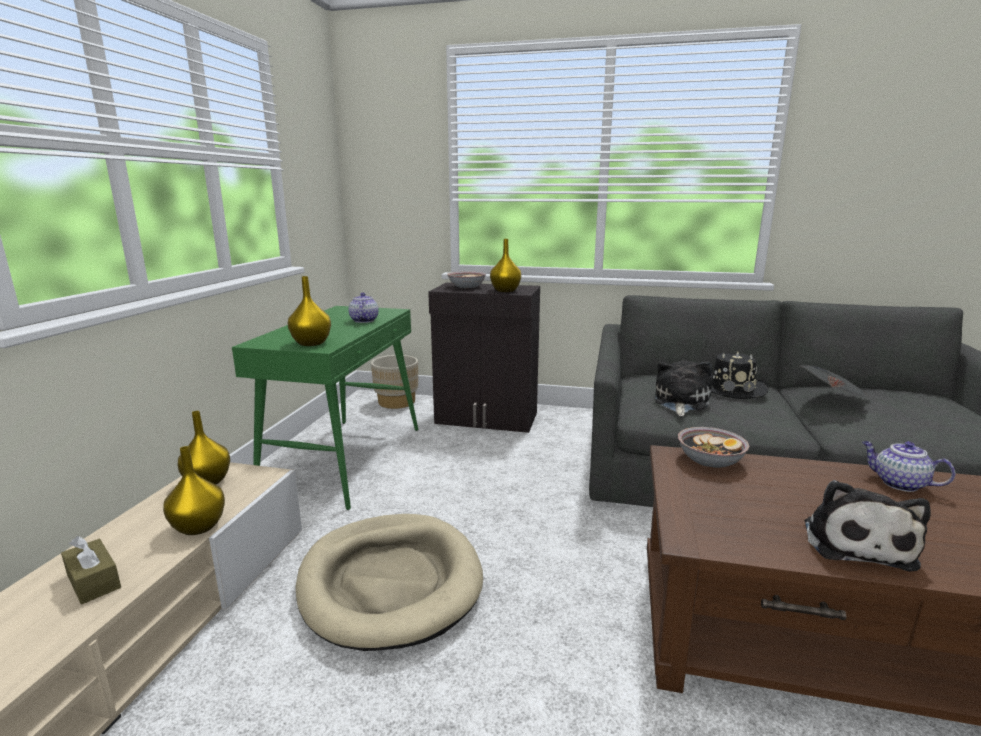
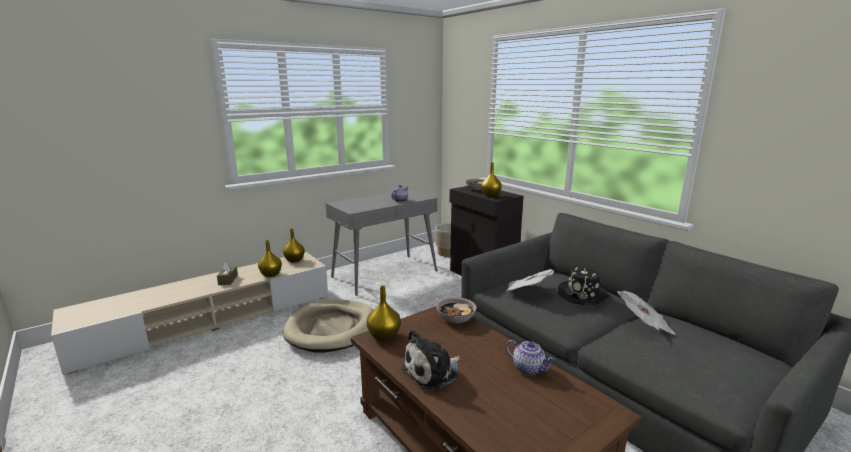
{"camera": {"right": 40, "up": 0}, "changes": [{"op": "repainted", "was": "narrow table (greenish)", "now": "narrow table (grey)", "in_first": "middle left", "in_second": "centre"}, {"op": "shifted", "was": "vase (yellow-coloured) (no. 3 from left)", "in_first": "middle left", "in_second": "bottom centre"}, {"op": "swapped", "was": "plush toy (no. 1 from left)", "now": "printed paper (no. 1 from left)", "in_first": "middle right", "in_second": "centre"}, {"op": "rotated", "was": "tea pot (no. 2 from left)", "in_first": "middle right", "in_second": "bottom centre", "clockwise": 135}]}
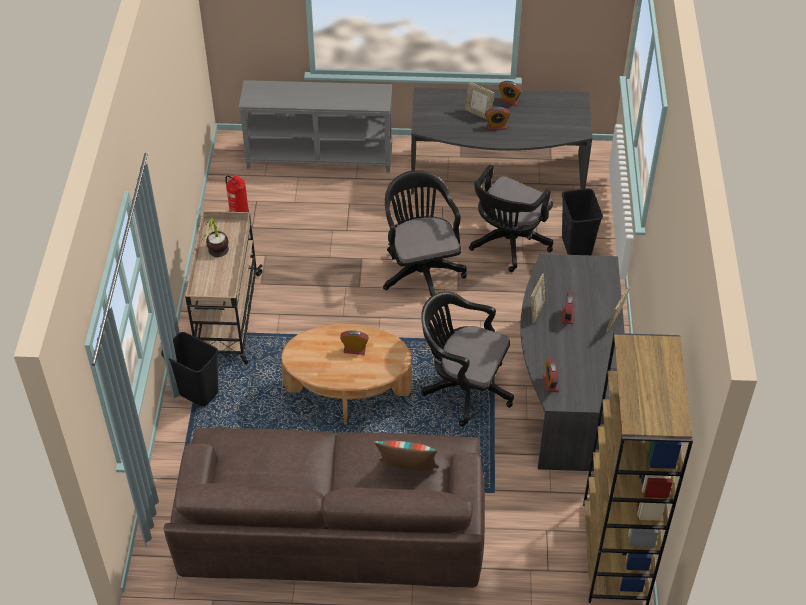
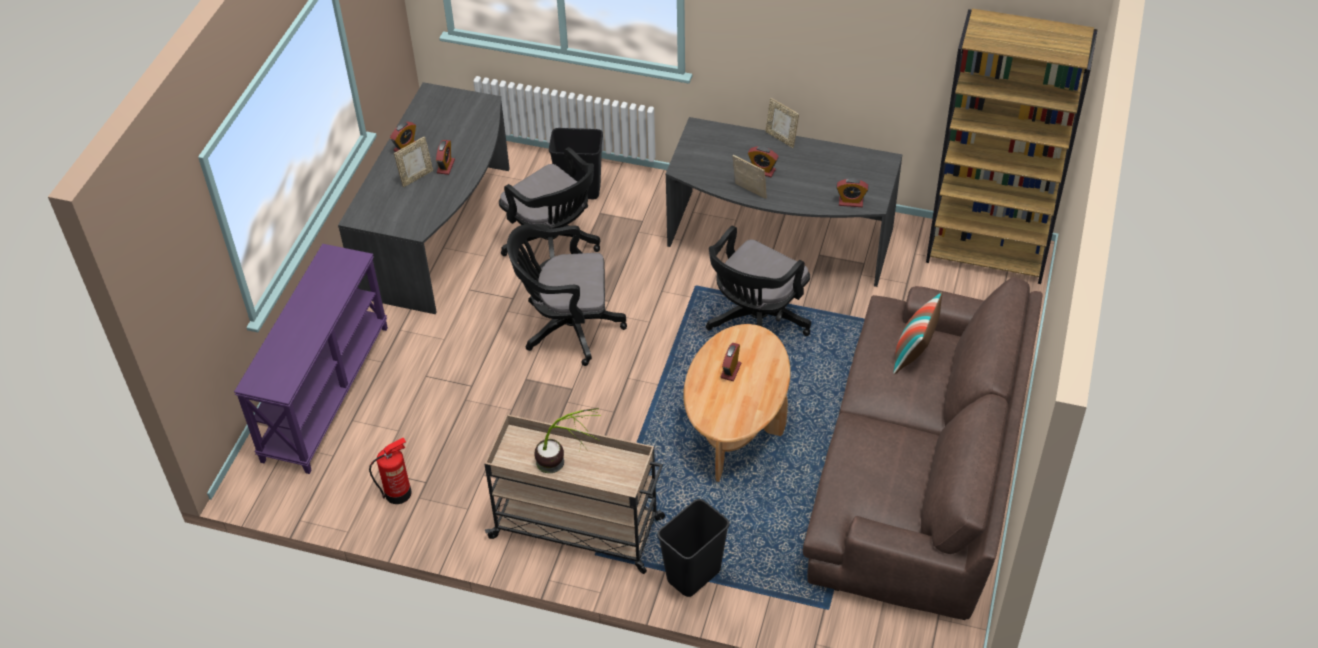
{"camera": {"right": -75, "up": 0}, "changes": [{"op": "repainted", "was": "narrow table (grey)", "now": "narrow table (purple-coloured)", "in_first": "top centre", "in_second": "middle left"}]}
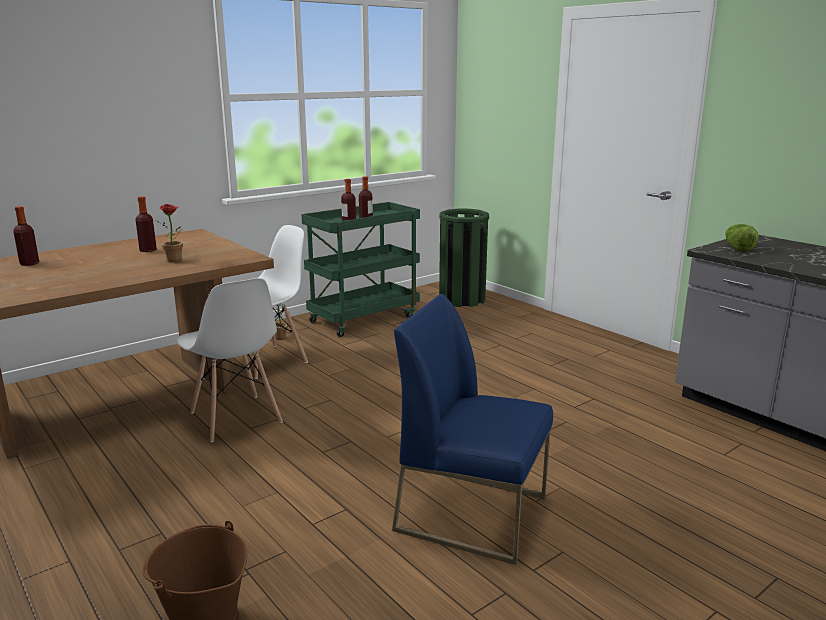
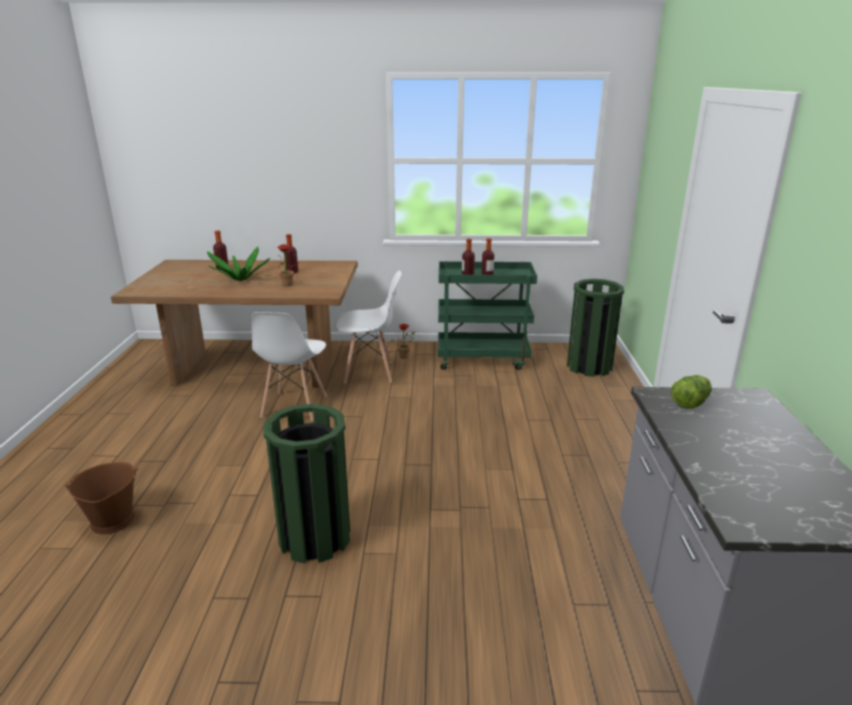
{"camera": {"right": 40, "up": 5}, "changes": [{"op": "swapped", "was": "upright chair (blue-coloured)", "now": "rubbish bin (greenish) (no. 1 from left)", "in_first": "bottom centre", "in_second": "bottom centre"}, {"op": "new", "now": "potted plant (no. 1 from left)", "in_second": "middle left"}]}
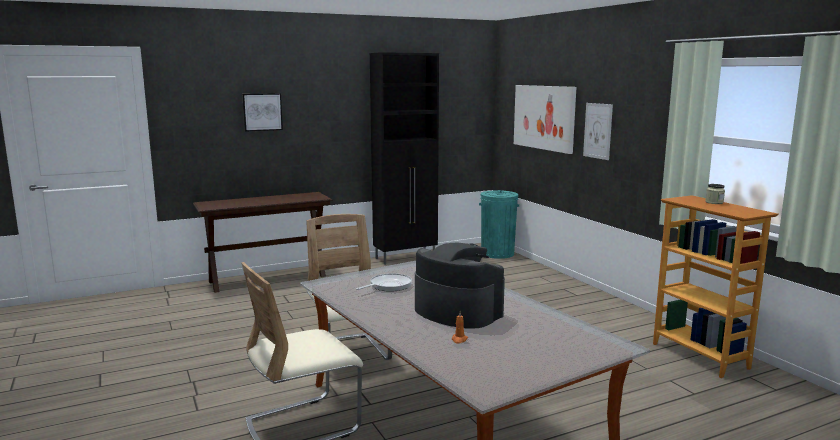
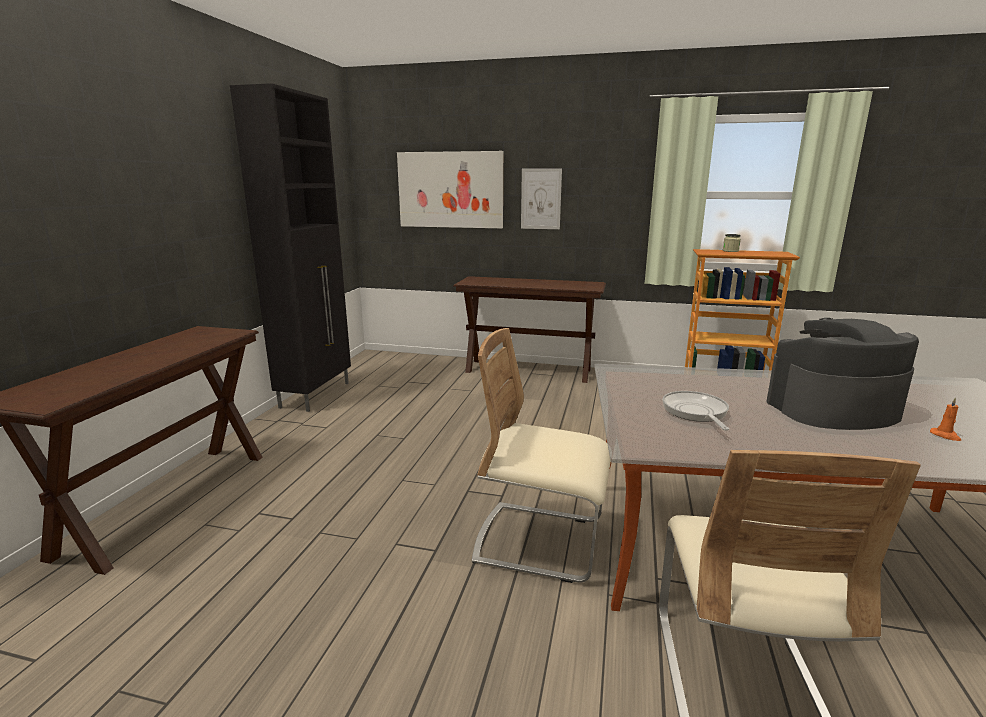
{"camera": {"right": -50, "up": 5}, "changes": [{"op": "gone", "was": "wall art (no. 1 from left)", "in_first": "top left"}, {"op": "gone", "was": "rubbish bin (turquoise-coloured)", "in_first": "centre"}, {"op": "new", "now": "narrow table (brownish) (no. 2 from left)", "in_second": "centre"}]}
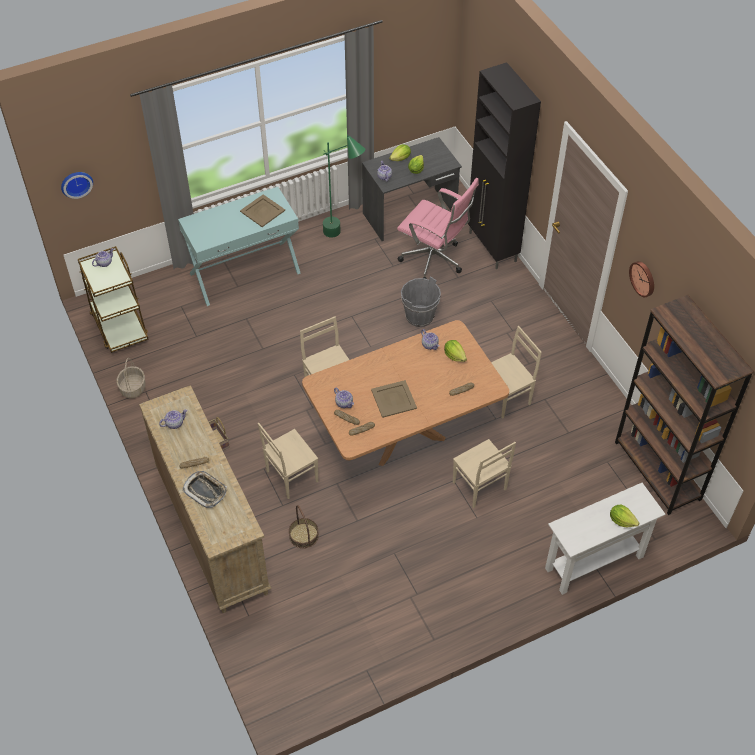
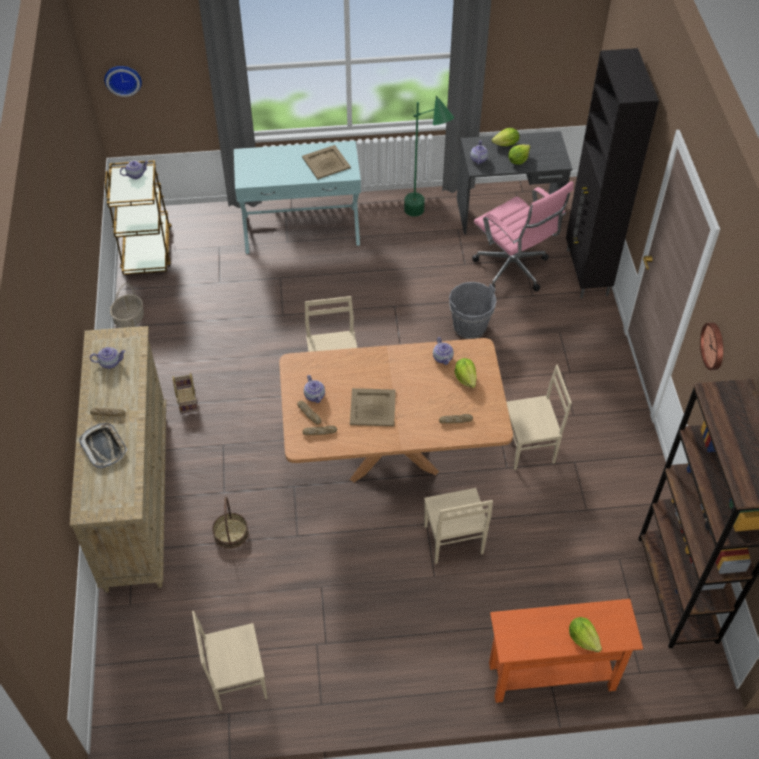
{"camera": {"right": 20, "up": 0}, "changes": [{"op": "shifted", "was": "upright chair (beige-coloured) (no. 1 from left)", "in_first": "centre", "in_second": "bottom left"}, {"op": "repainted", "was": "narrow table (white)", "now": "narrow table (orangey)", "in_first": "bottom right", "in_second": "bottom right"}]}
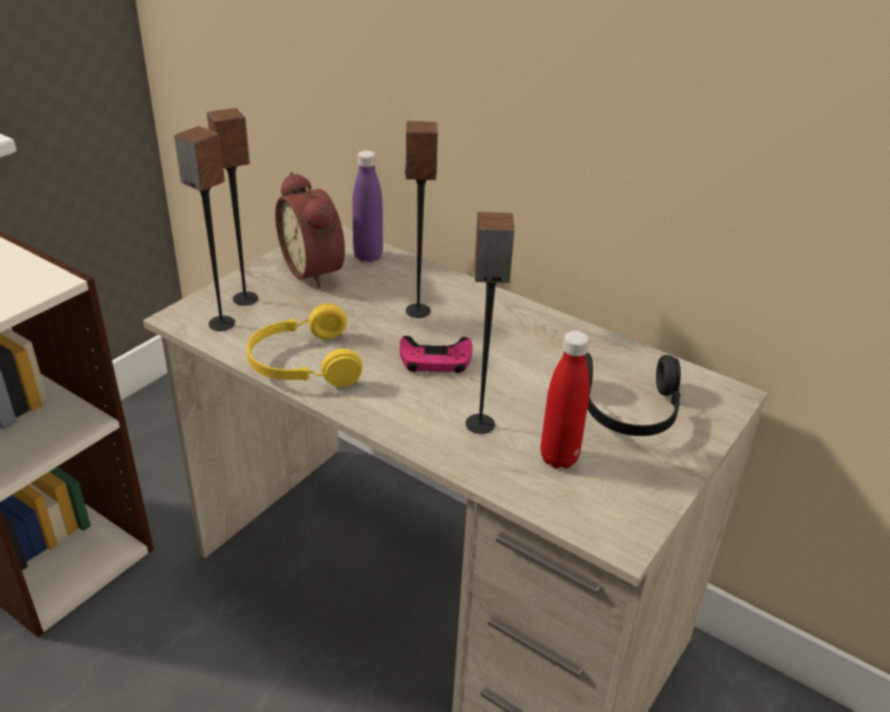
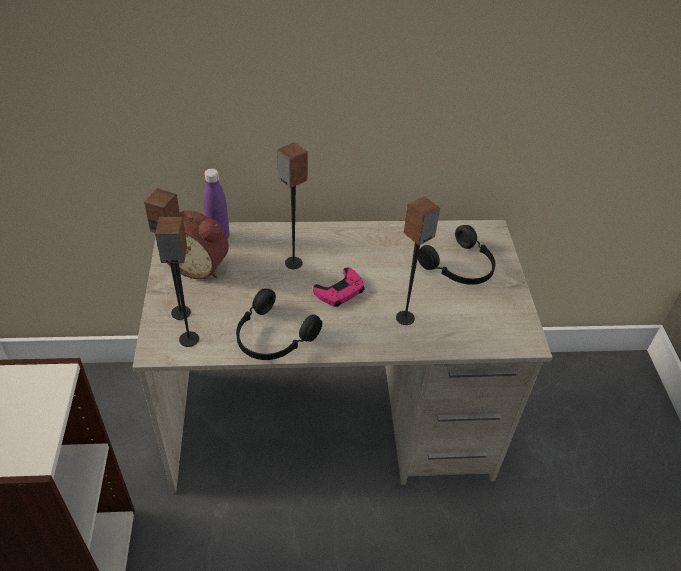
{"camera": {"right": -40, "up": 10}, "changes": [{"op": "repainted", "was": "headphones (yellow-coloured)", "now": "headphones (blackish) (no. 1 from left)", "in_first": "centre", "in_second": "centre"}, {"op": "gone", "was": "drink bottle (reddish)", "in_first": "centre"}]}
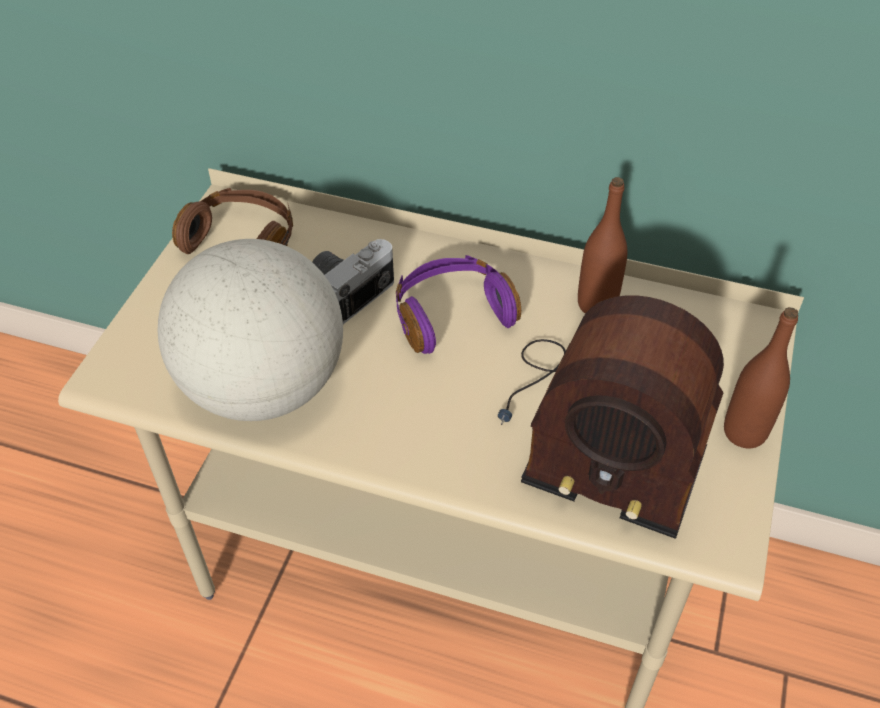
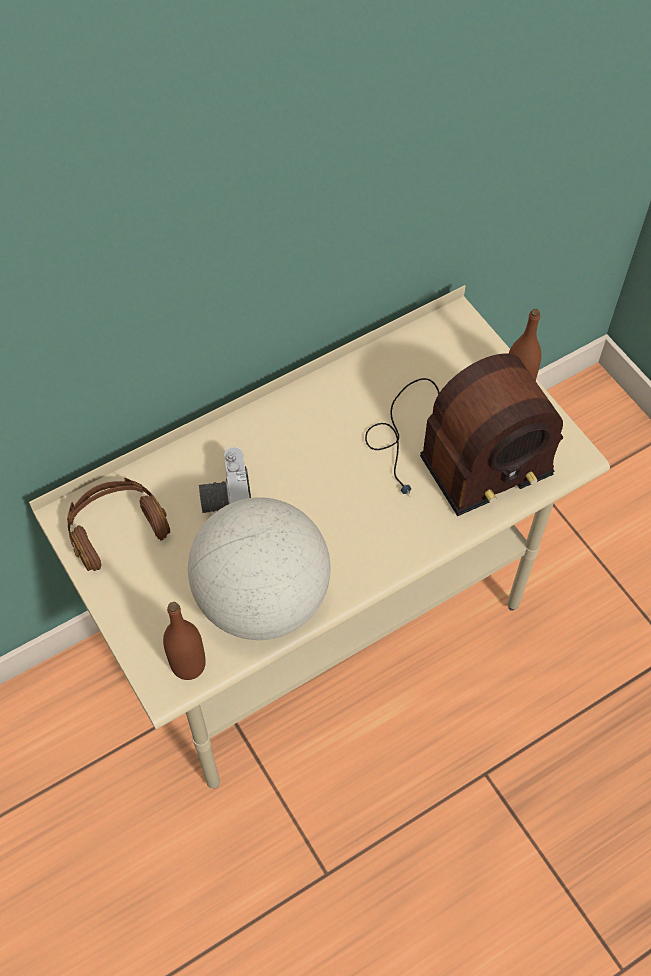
{"camera": {"right": -50, "up": 10}, "changes": [{"op": "gone", "was": "headphones (purple-coloured)", "in_first": "centre"}, {"op": "shifted", "was": "drink bottle (brownish) (no. 1 from left)", "in_first": "middle right", "in_second": "middle left"}]}
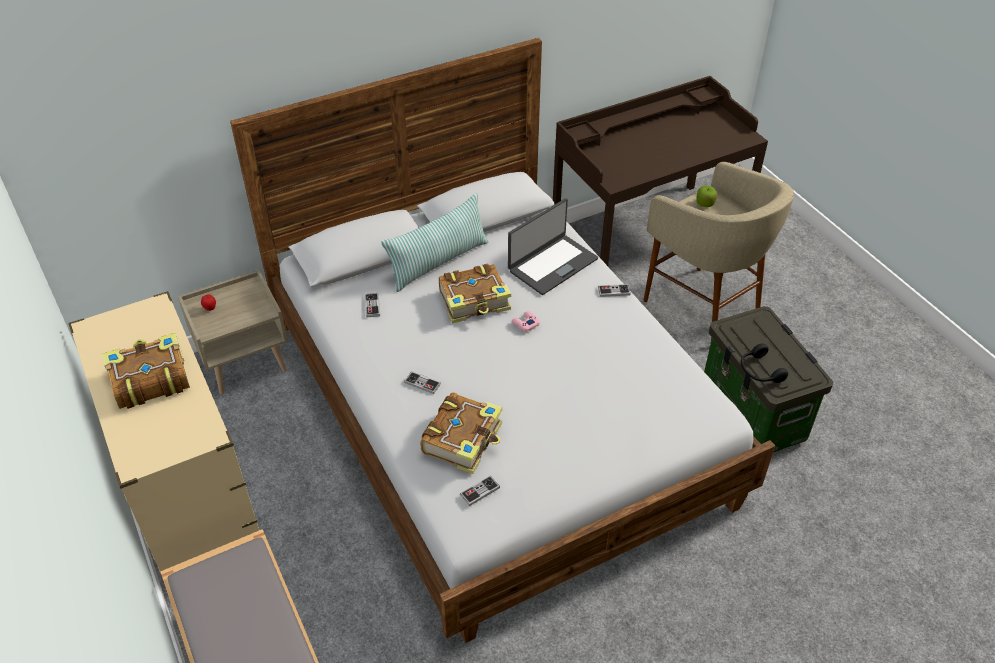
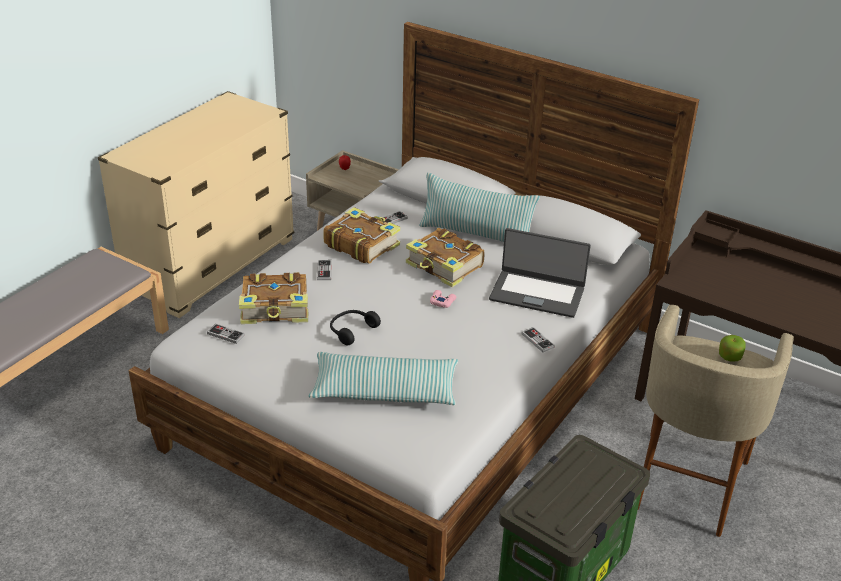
{"camera": {"right": 60, "up": -10}, "changes": [{"op": "shifted", "was": "bound book (no. 1 from left in the first image)", "now": "bound book (no. 2 from left)", "in_first": "middle left", "in_second": "centre"}, {"op": "shifted", "was": "headphones (blackish)", "in_first": "middle right", "in_second": "centre"}, {"op": "new", "now": "throw pillow (no. 1 from left)", "in_second": "centre"}]}
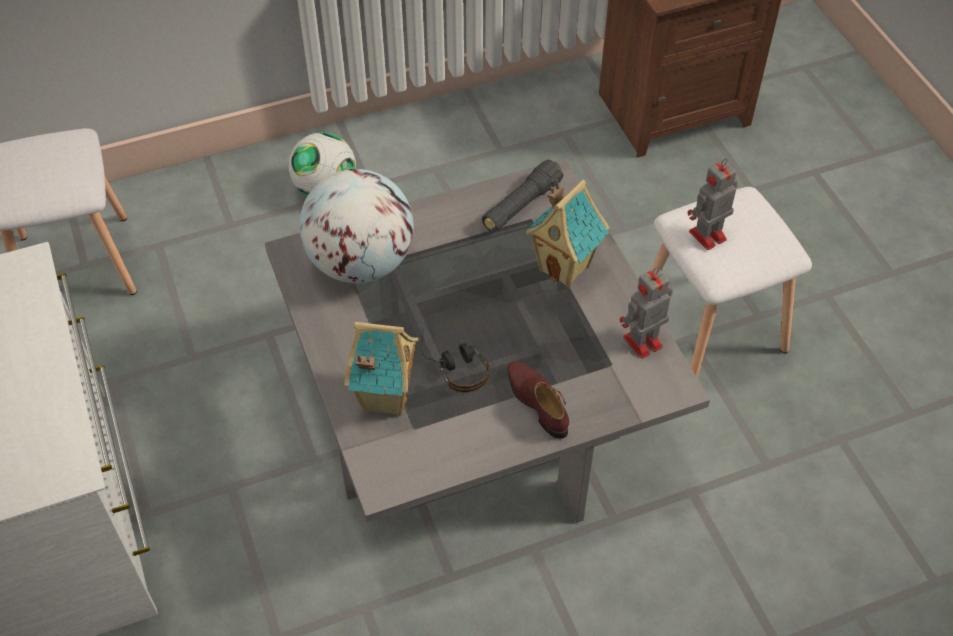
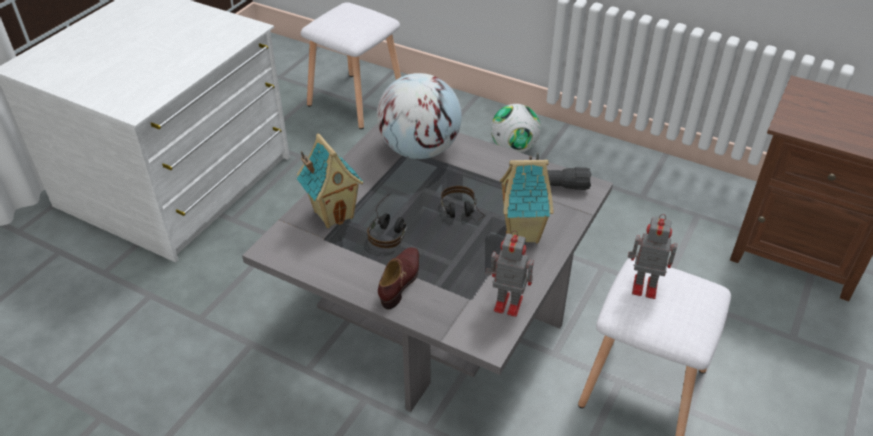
{"camera": {"right": 50, "up": -10}, "changes": [{"op": "new", "now": "headphones (no. 2 from left)", "in_second": "centre"}]}
